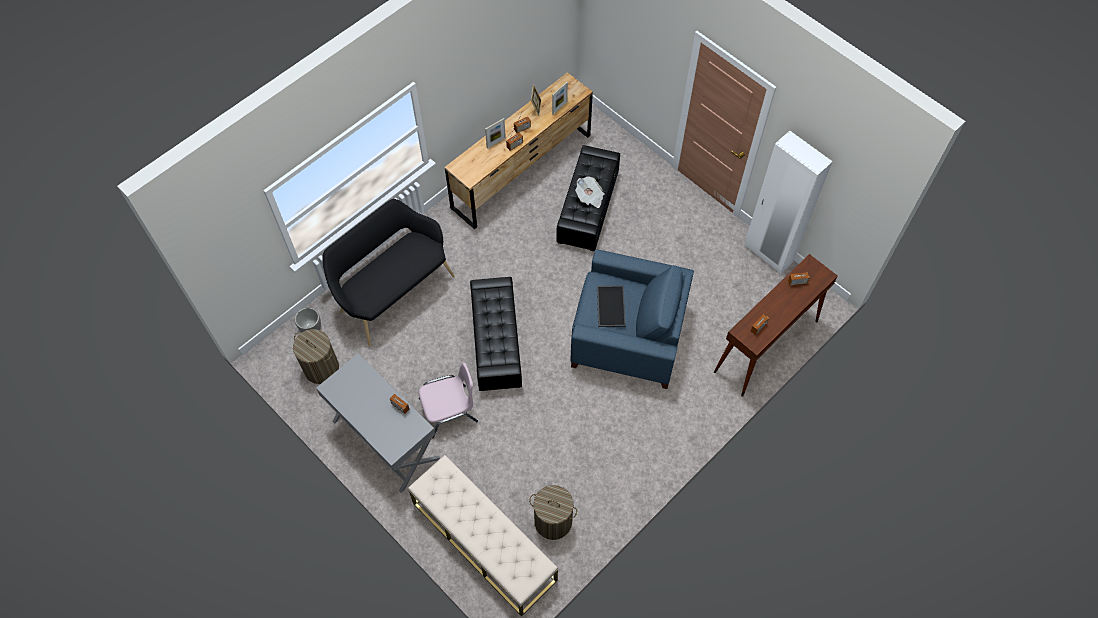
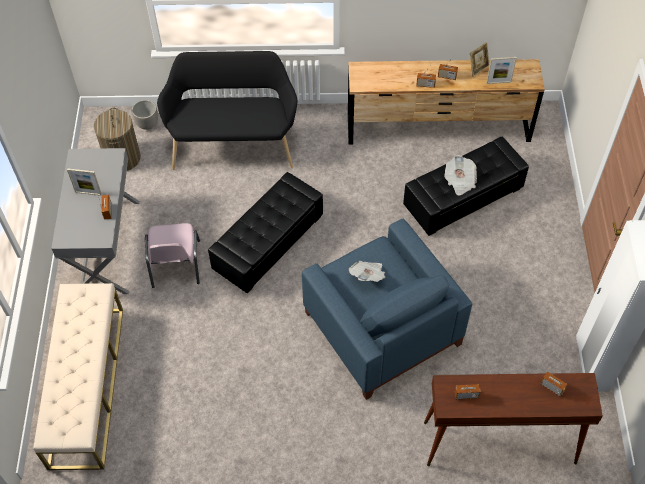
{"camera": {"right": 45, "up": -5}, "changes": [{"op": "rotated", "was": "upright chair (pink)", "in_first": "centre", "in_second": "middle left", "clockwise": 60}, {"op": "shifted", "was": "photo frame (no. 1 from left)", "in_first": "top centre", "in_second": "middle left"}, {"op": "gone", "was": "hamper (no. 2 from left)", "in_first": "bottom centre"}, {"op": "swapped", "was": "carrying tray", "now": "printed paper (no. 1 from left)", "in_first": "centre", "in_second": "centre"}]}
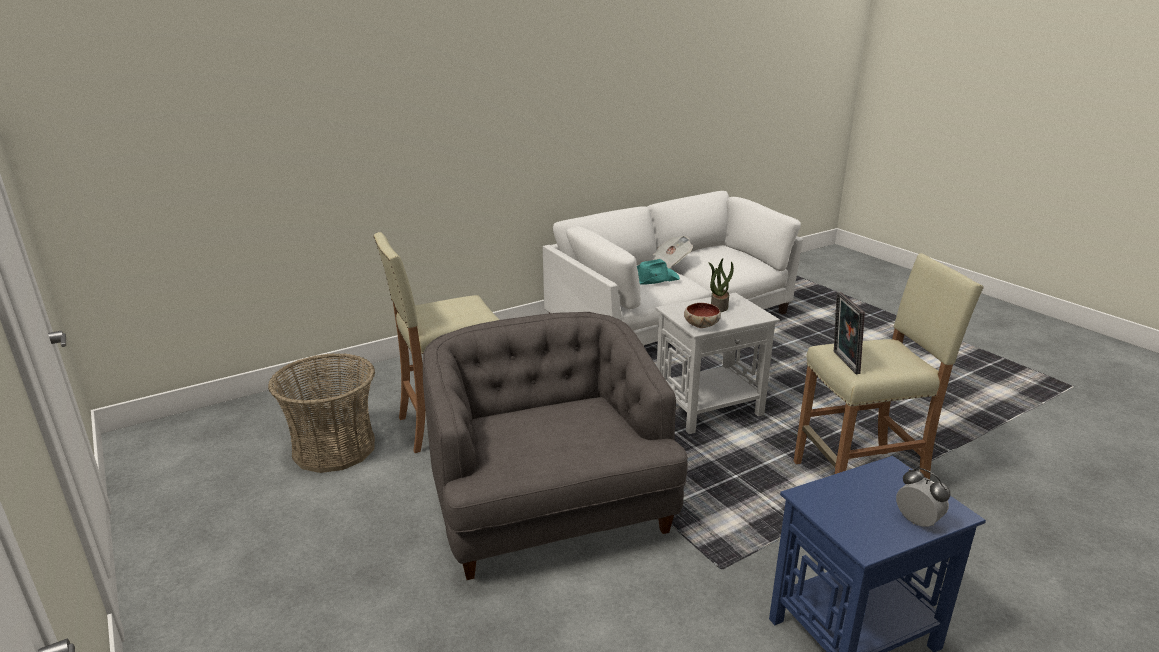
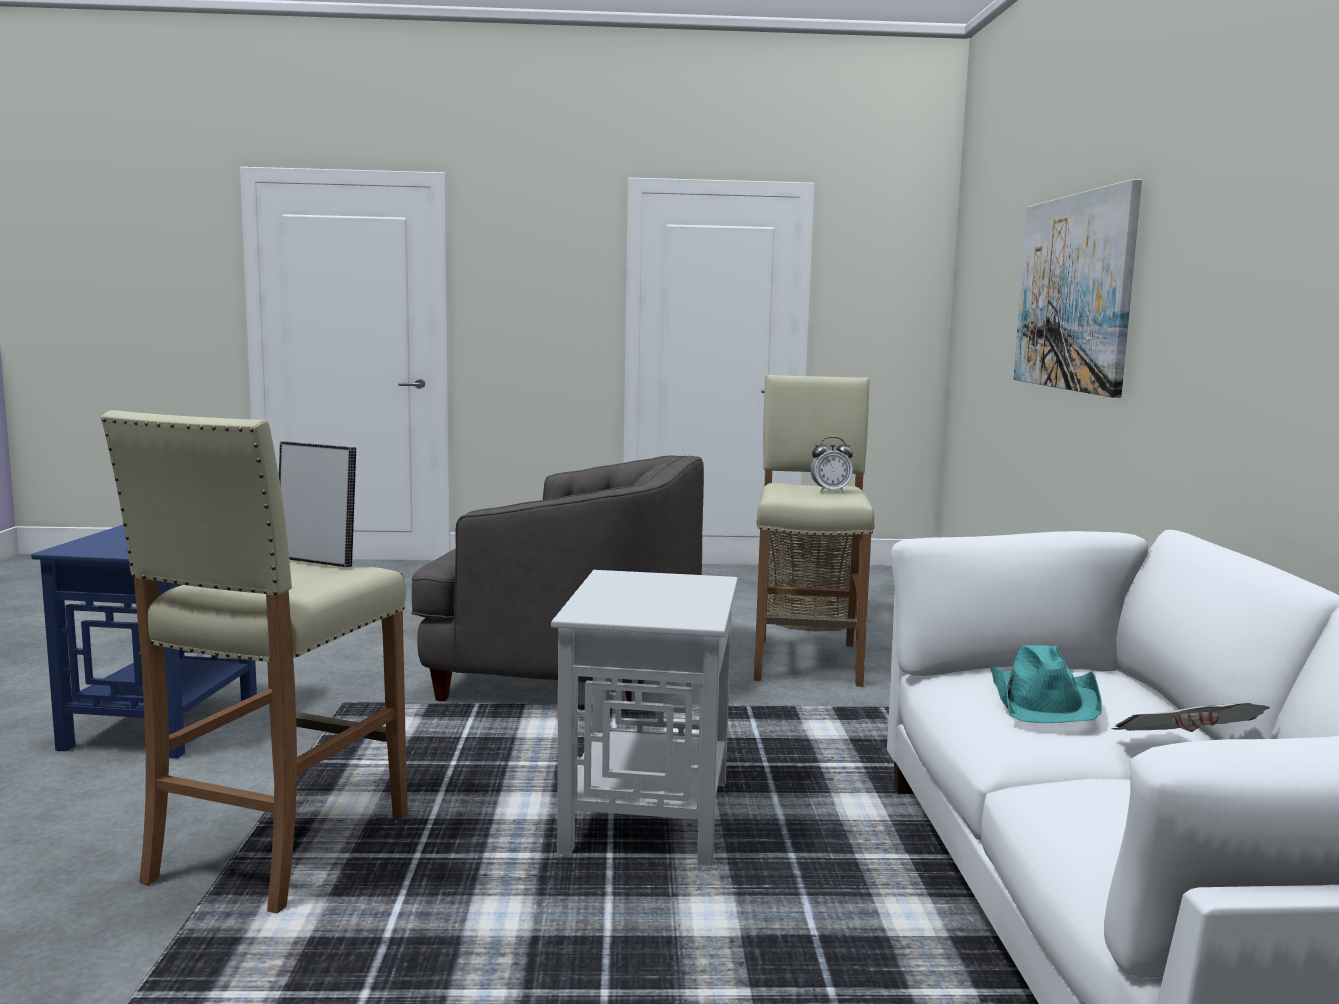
{"camera": {"right": 120, "up": -15}, "changes": [{"op": "gone", "was": "deep dish", "in_first": "centre"}, {"op": "gone", "was": "potted plant", "in_first": "centre"}, {"op": "shifted", "was": "alarm clock", "in_first": "bottom right", "in_second": "centre"}, {"op": "new", "now": "wall art", "in_second": "top right"}]}
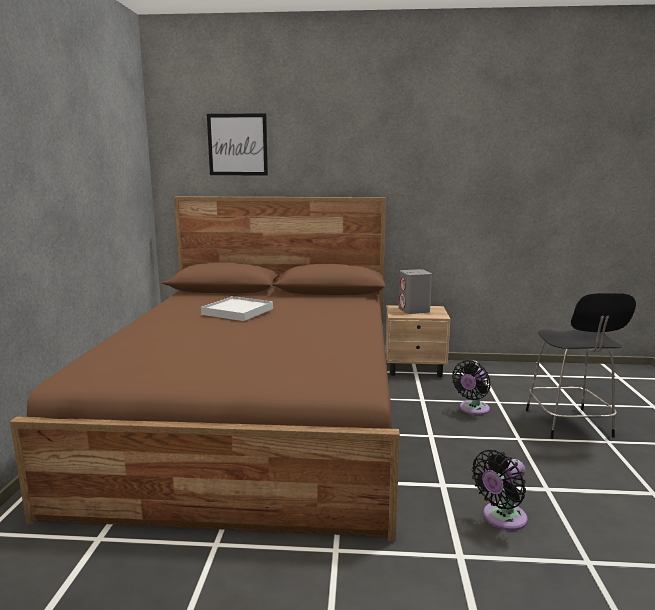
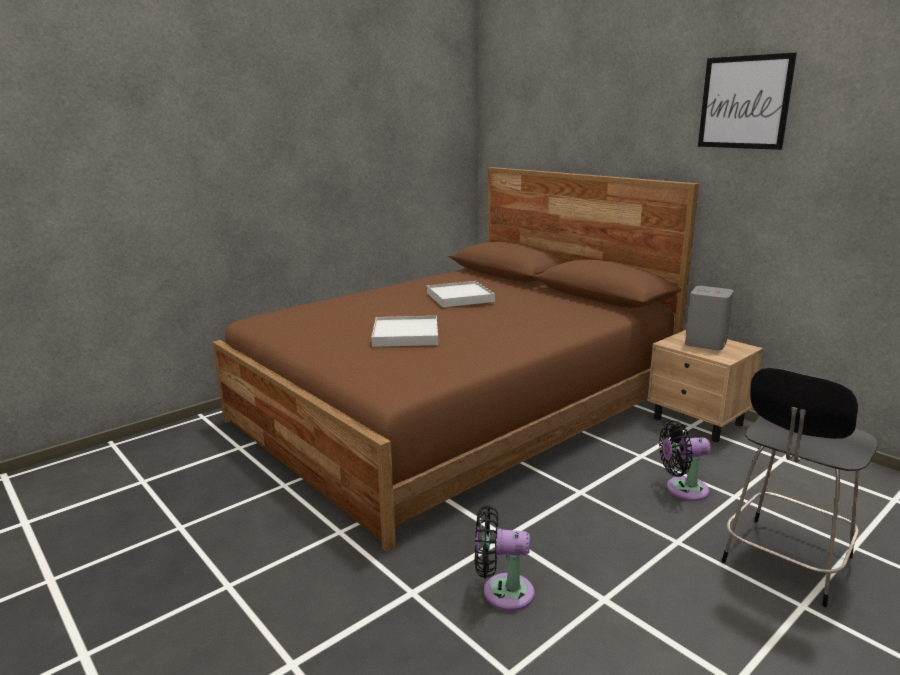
{"camera": {"right": 45, "up": 5}, "changes": [{"op": "shifted", "was": "wall art", "in_first": "top centre", "in_second": "top right"}, {"op": "new", "now": "carrying tray (white) (no. 1 from left)", "in_second": "centre"}]}
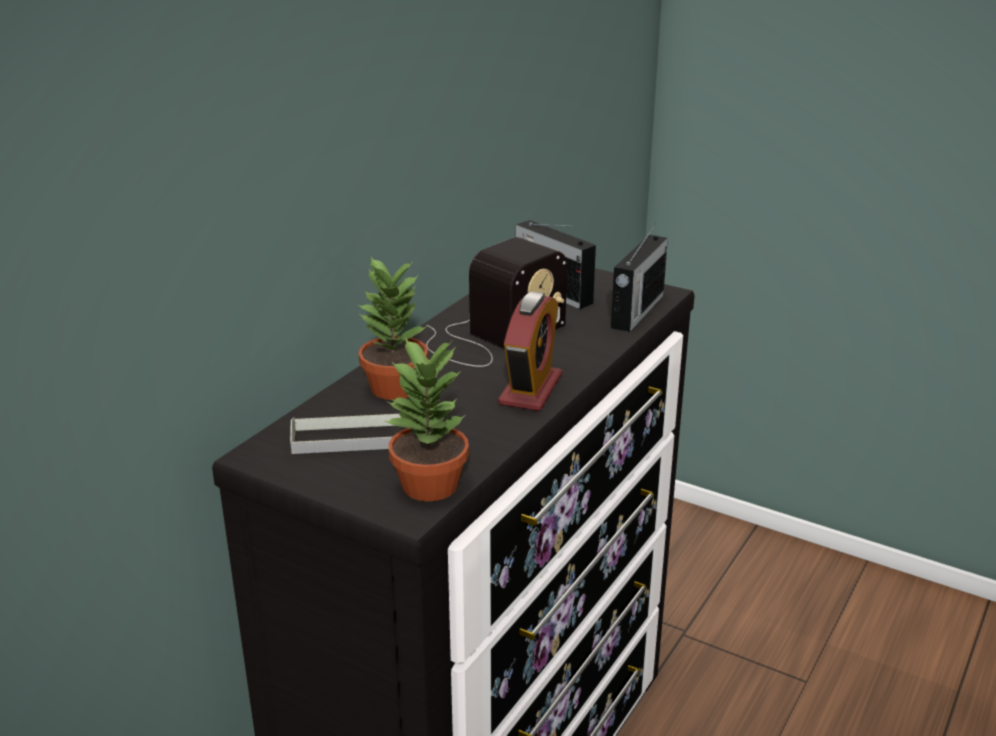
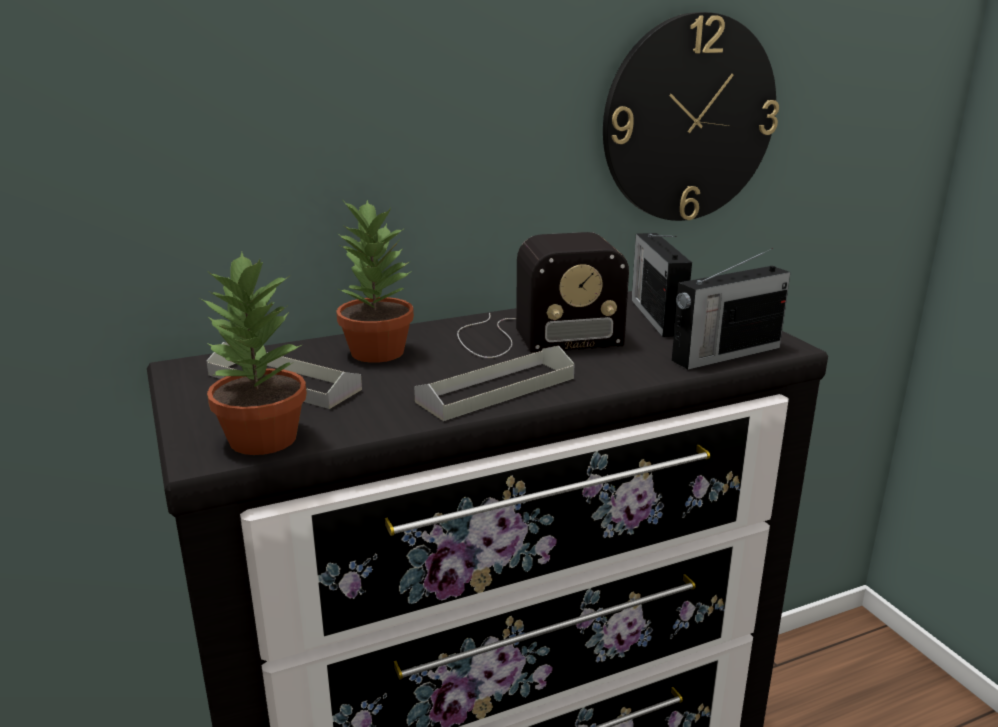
{"camera": {"right": 35, "up": -5}, "changes": [{"op": "swapped", "was": "alarm clock", "now": "carrying tray (grey) (no. 2 from left)", "in_first": "centre", "in_second": "centre"}, {"op": "new", "now": "hanging clock", "in_second": "top right"}]}
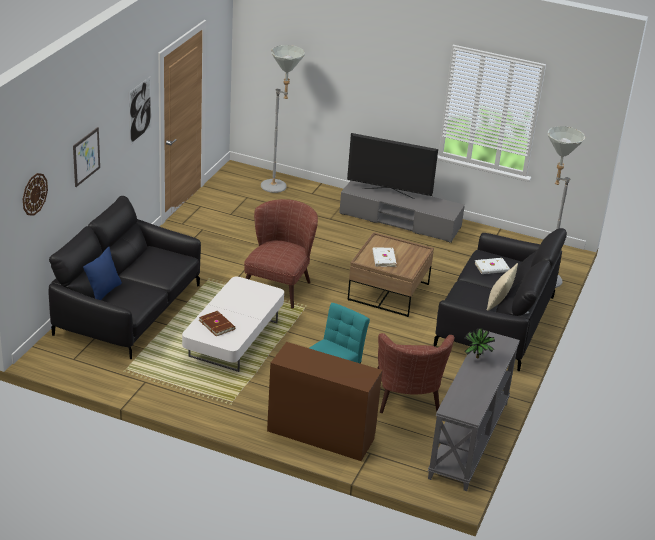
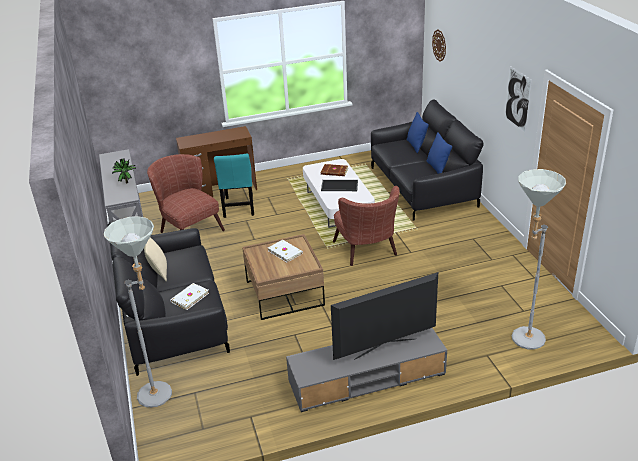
{"camera": {"right": 145, "up": 0}, "changes": [{"op": "gone", "was": "wall art (no. 1 from left)", "in_first": "top left"}, {"op": "new", "now": "carrying tray", "in_second": "centre"}, {"op": "new", "now": "throw pillow (blue-coloured) (no. 2 from left)", "in_second": "top right"}]}
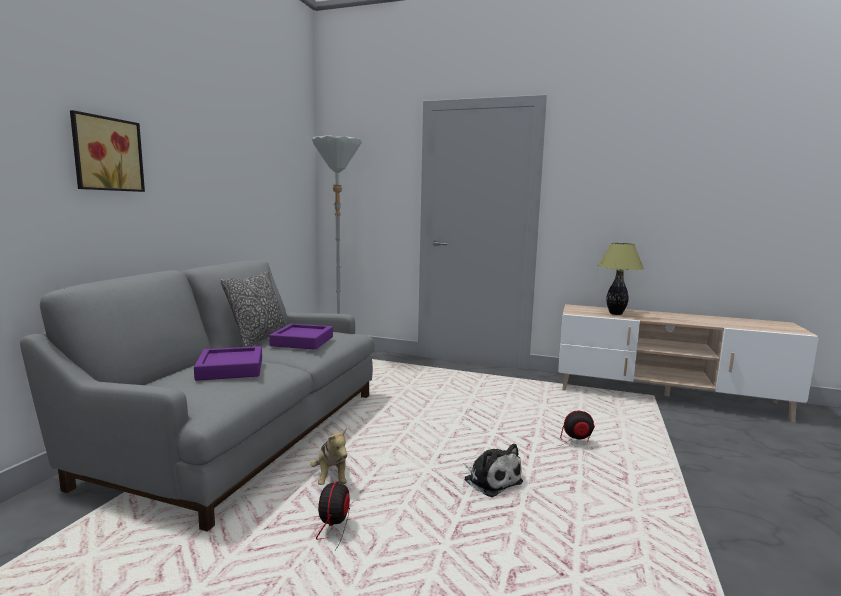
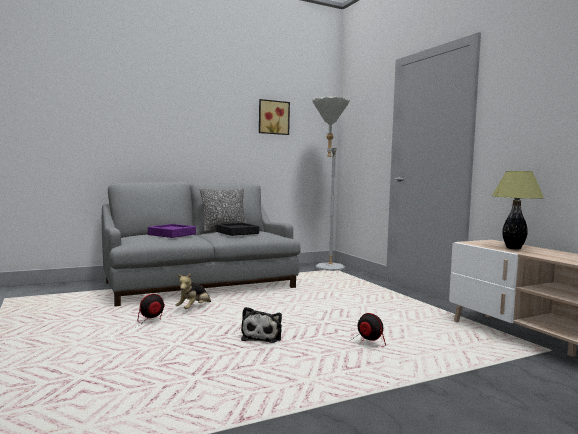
{"camera": {"right": 45, "up": -5}, "changes": [{"op": "shifted", "was": "wall art", "in_first": "top left", "in_second": "top centre"}, {"op": "repainted", "was": "carrying tray (purple-coloured) (no. 2 from left)", "now": "carrying tray (blackish)", "in_first": "centre", "in_second": "centre"}]}
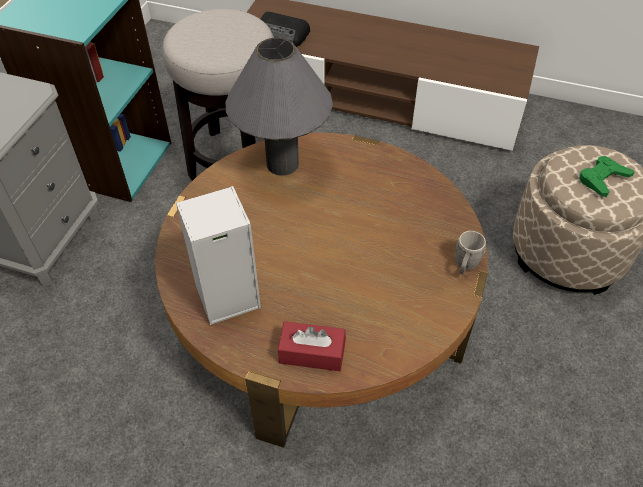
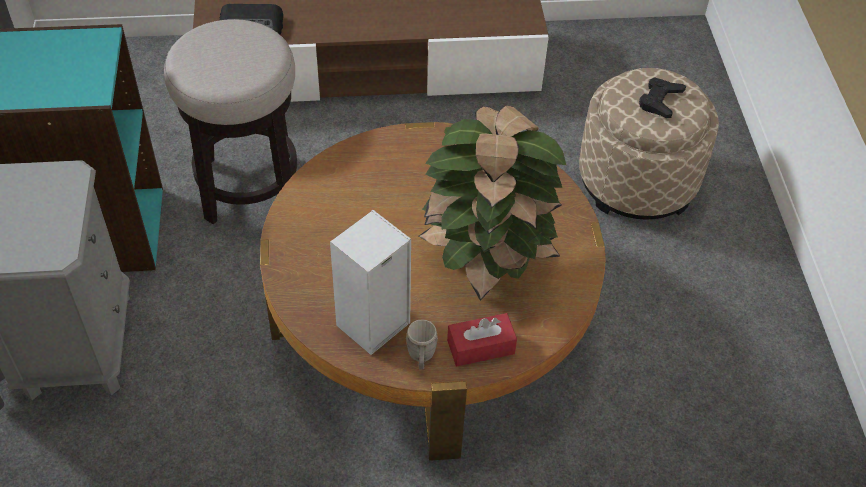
{"camera": {"right": -25, "up": 0}, "changes": [{"op": "gone", "was": "table lamp (grey)", "in_first": "top centre"}, {"op": "shifted", "was": "coffee mug (grey)", "in_first": "middle right", "in_second": "bottom centre"}, {"op": "repainted", "was": "gamepad (greenish)", "now": "gamepad (blackish)", "in_first": "middle right", "in_second": "top right"}, {"op": "new", "now": "potted plant", "in_second": "centre"}]}
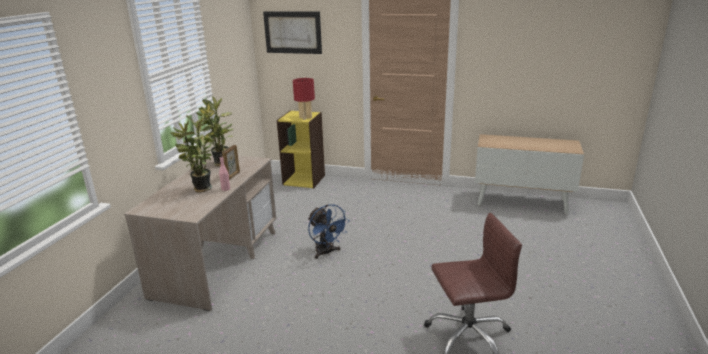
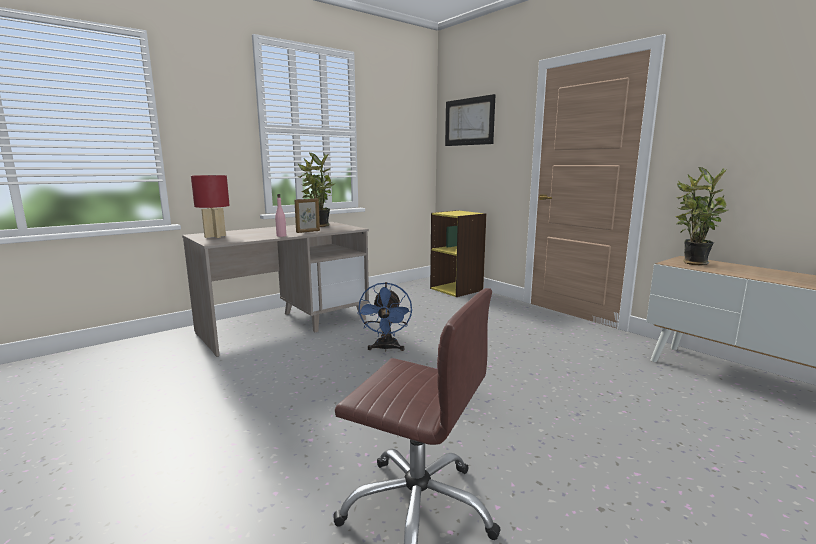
{"camera": {"right": 35, "up": -10}, "changes": [{"op": "shifted", "was": "potted plant (no. 1 from left in the first image)", "now": "potted plant (no. 2 from left)", "in_first": "middle left", "in_second": "middle right"}, {"op": "shifted", "was": "table lamp (reddish)", "in_first": "top centre", "in_second": "middle left"}]}
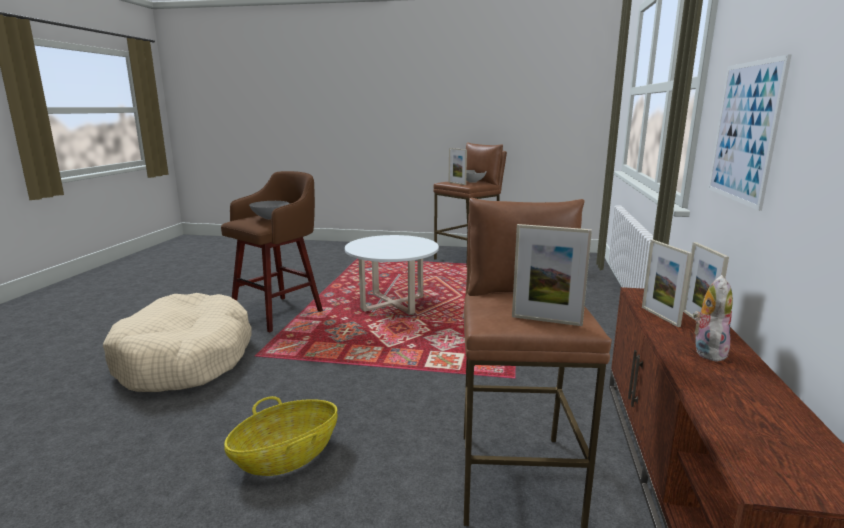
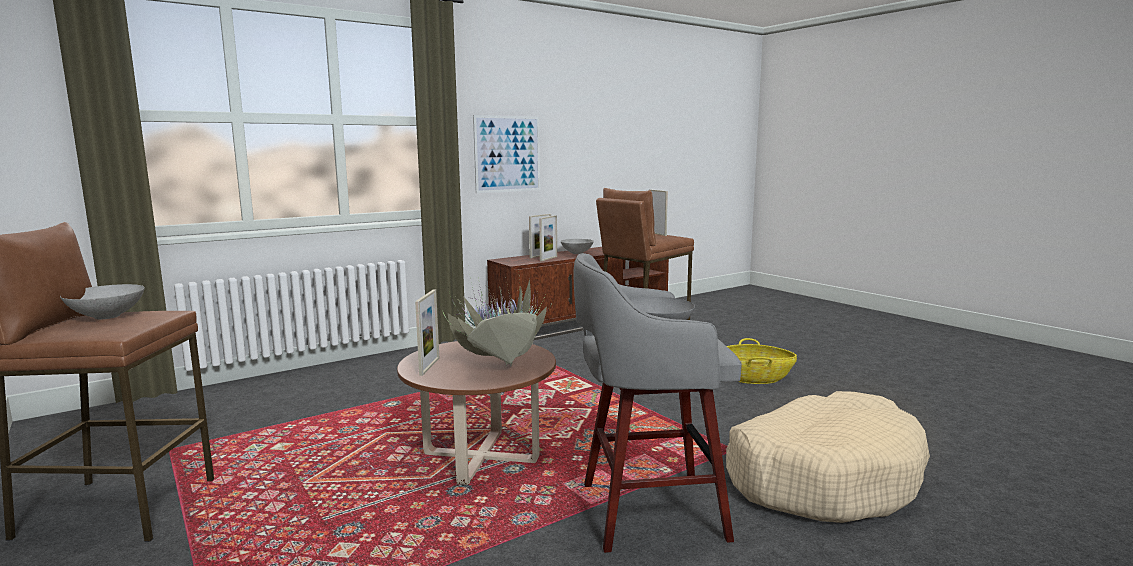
{"camera": {"right": -135, "up": -5}, "changes": [{"op": "repainted", "was": "stool seat (brownish) (no. 1 from left)", "now": "stool seat (grey)", "in_first": "middle left", "in_second": "bottom centre"}, {"op": "repainted", "was": "coffee table (white)", "now": "coffee table (brownish)", "in_first": "centre", "in_second": "bottom centre"}, {"op": "shifted", "was": "photo frame (no. 1 from left)", "in_first": "top centre", "in_second": "centre"}, {"op": "swapped", "was": "plush toy", "now": "deep dish (grey) (no. 2 from left)", "in_first": "middle right", "in_second": "centre"}, {"op": "new", "now": "potted plant", "in_second": "centre"}]}
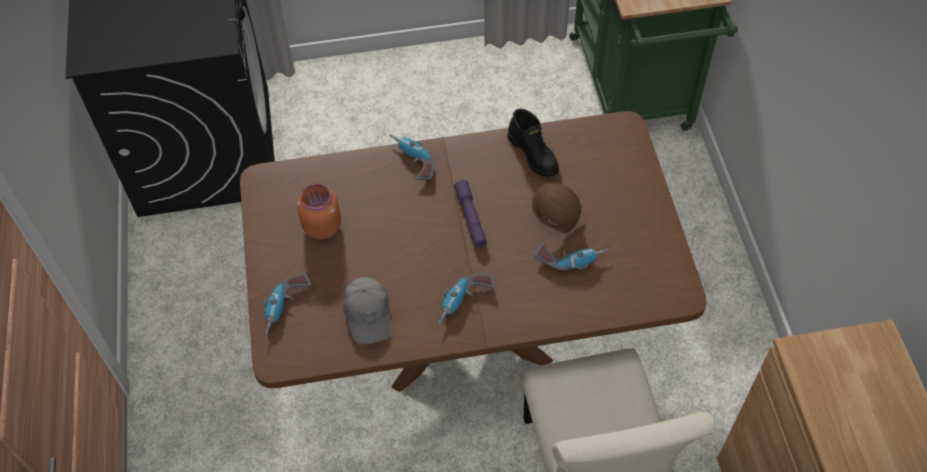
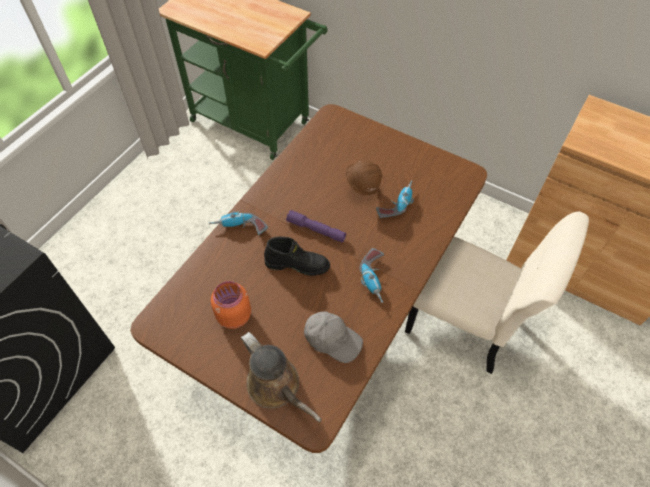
{"camera": {"right": -50, "up": 0}, "changes": [{"op": "swapped", "was": "electric drill (no. 1 from left)", "now": "sprinkling can (brownish)", "in_first": "middle left", "in_second": "bottom centre"}, {"op": "shifted", "was": "tall boot (blackish)", "in_first": "top centre", "in_second": "centre"}]}
